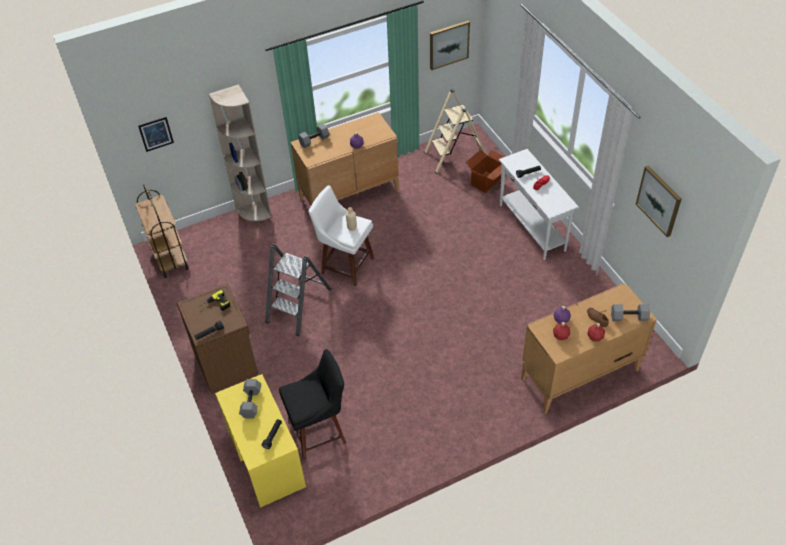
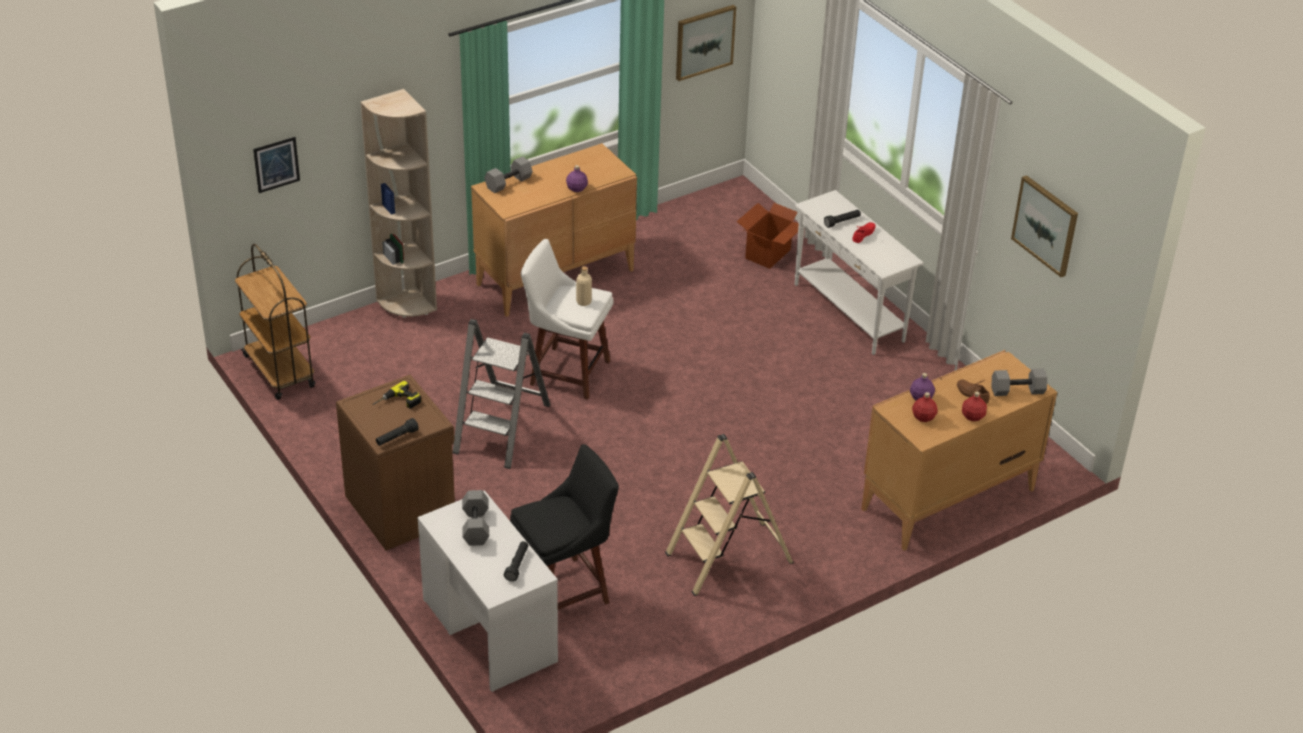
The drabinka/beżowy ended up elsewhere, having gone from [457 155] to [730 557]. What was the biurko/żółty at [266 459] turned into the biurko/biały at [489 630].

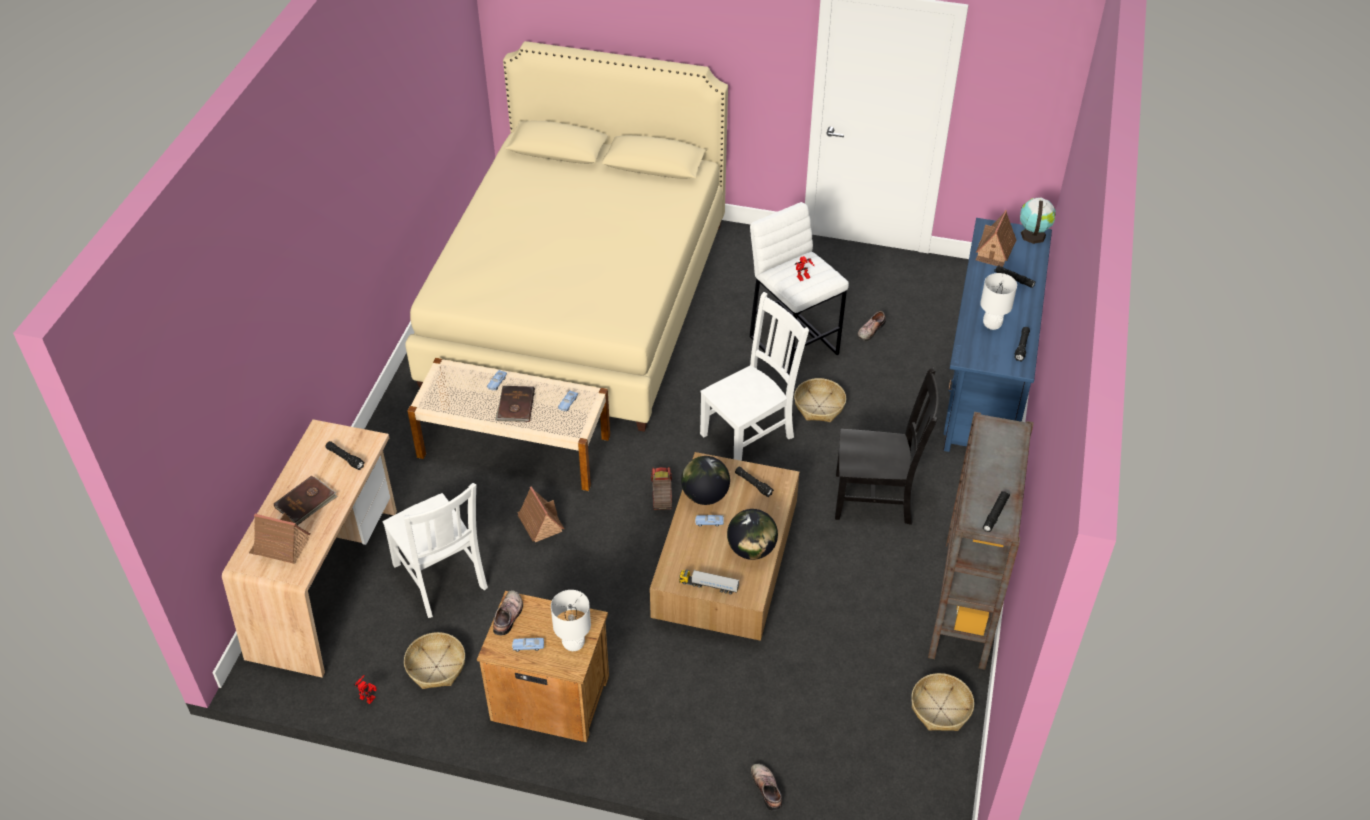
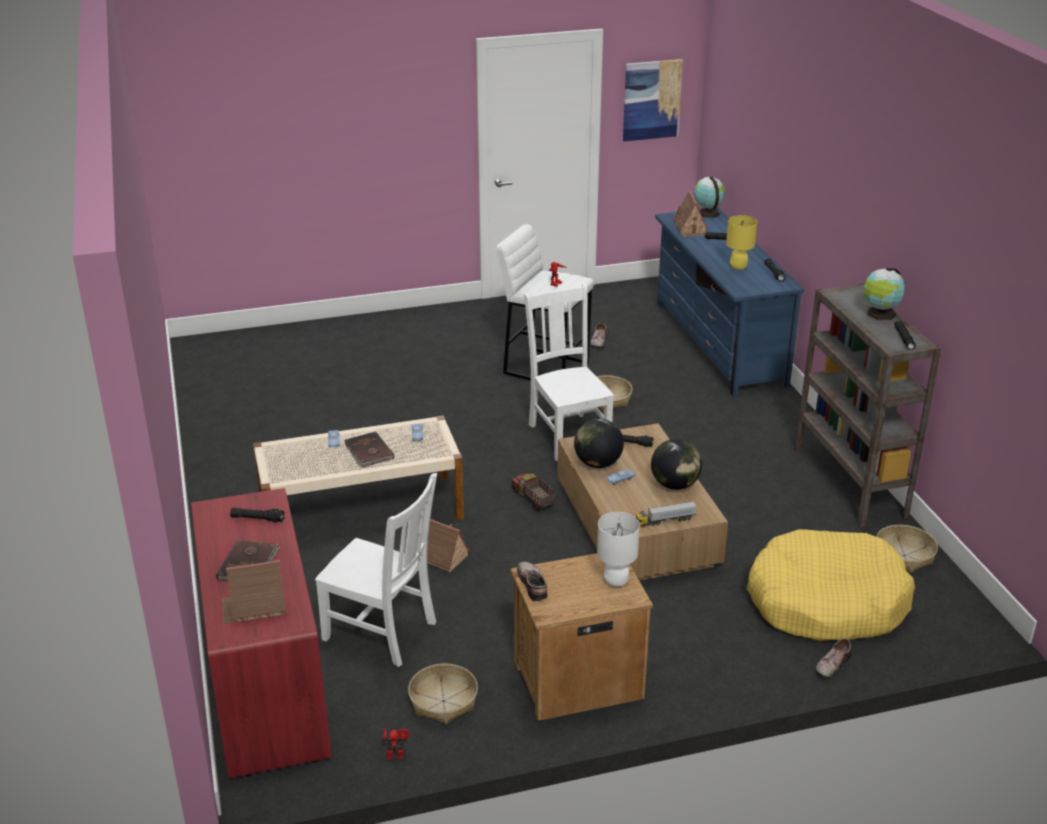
The second view lost the łóżko/beżowy at [578 302]. What was the lampa stołowa/biały at [992 326] turned into the lampa stołowa/żółty at [738 268]. The krzesło/biały at [750 434] ended up facing another way, 45 degrees counterclockwise from before. The second view lost the krzesło/czarny at [876 498]. What was the biurko/beżowy at [328 583] turned into the biurko/czerwony at [266 680]. The second view lost the samochodzik/niebieski at [528 646]. The but at [768 788] ended up facing another way, 90 degrees counterclockwise from before. The second view gained the obraz at [651 100]. The second view gained the globus at [880 314]. The second view gained the legowisko/żółty at [826 602].

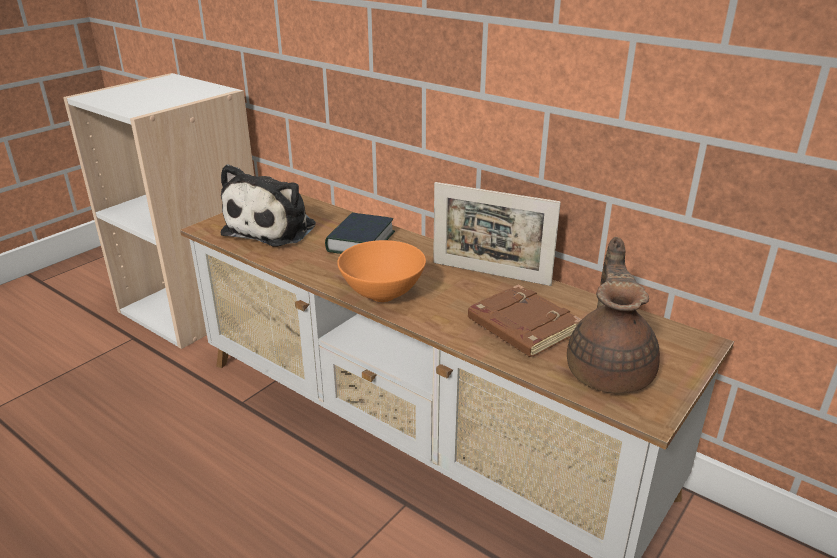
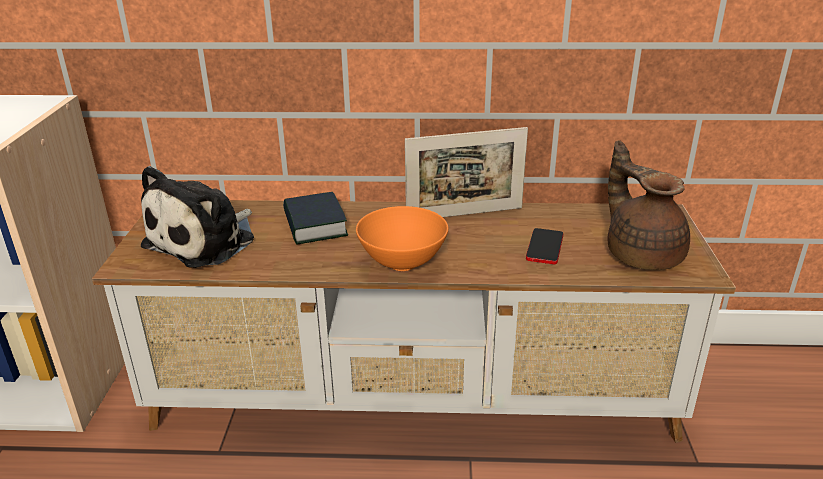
The pluszak at [274 228] ended up facing another way, 45 degrees clockwise from before. Where the książka/brązowy stood at [521 327], the telefon came to stand at [544 247].

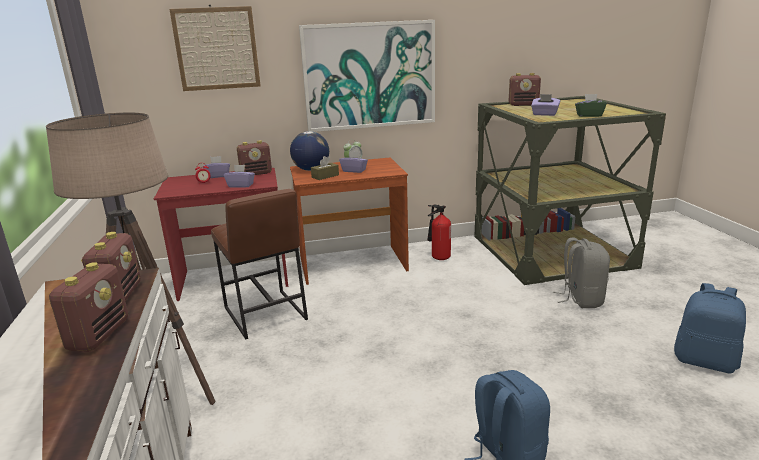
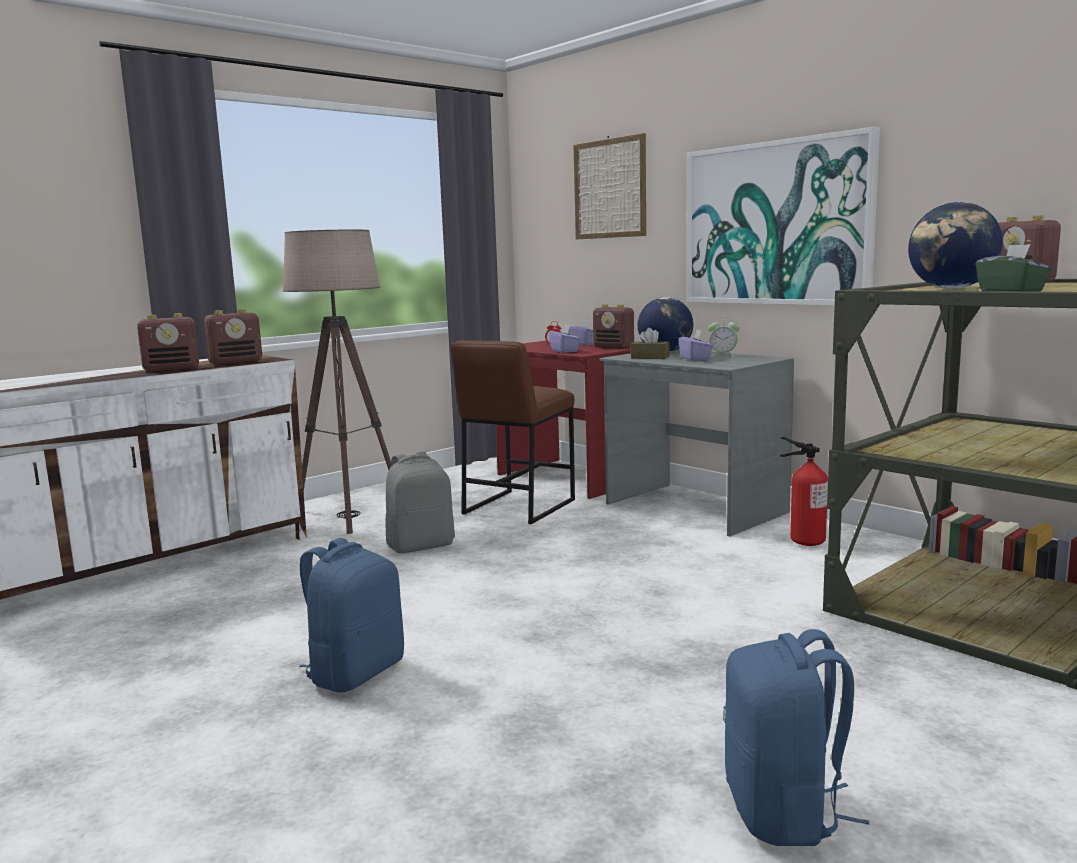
Where the pudełko chusteczek/fioletowy stood at [544 114], the globus came to stand at [951 289]. What was the biurko/brązowy at [352 264] turned into the biurko/szary at [693 508]. The plecak/szary ended up elsewhere, having gone from [581 299] to [421 546].

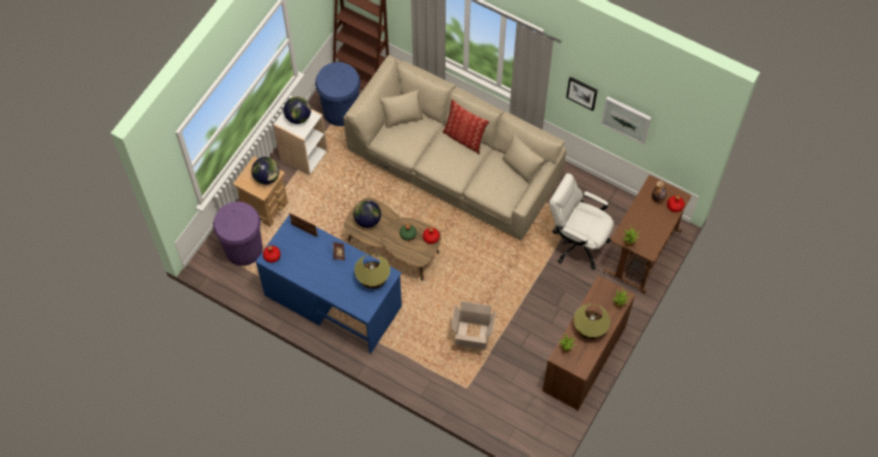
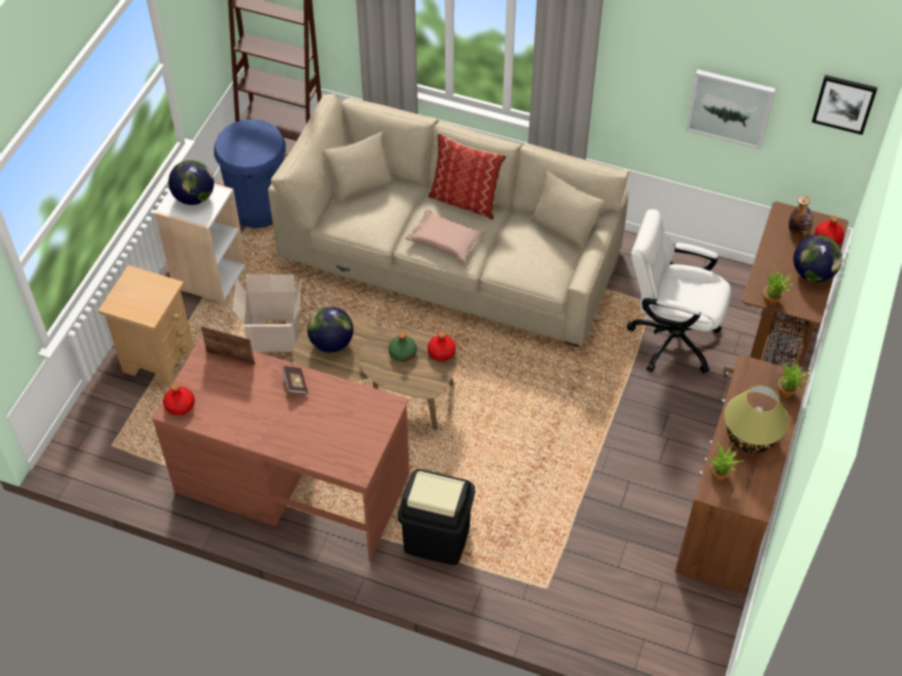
The obraz ended up elsewhere, having gone from [582 93] to [844 103]. The globus ended up elsewhere, having gone from [267 177] to [813 273]. The second view lost the kosz na śmieci/fioletowy at [243 249]. What was the biurko/niebieski at [333 300] turned into the biurko/brązowy at [292 482]. The second view lost the lampa stołowa at [372 278]. The karton ended up elsewhere, having gone from [471 336] to [273 337]. The second view gained the poduszka/beżowy at [445 239]. The second view gained the kosz na śmieci/czarny at [436 539].

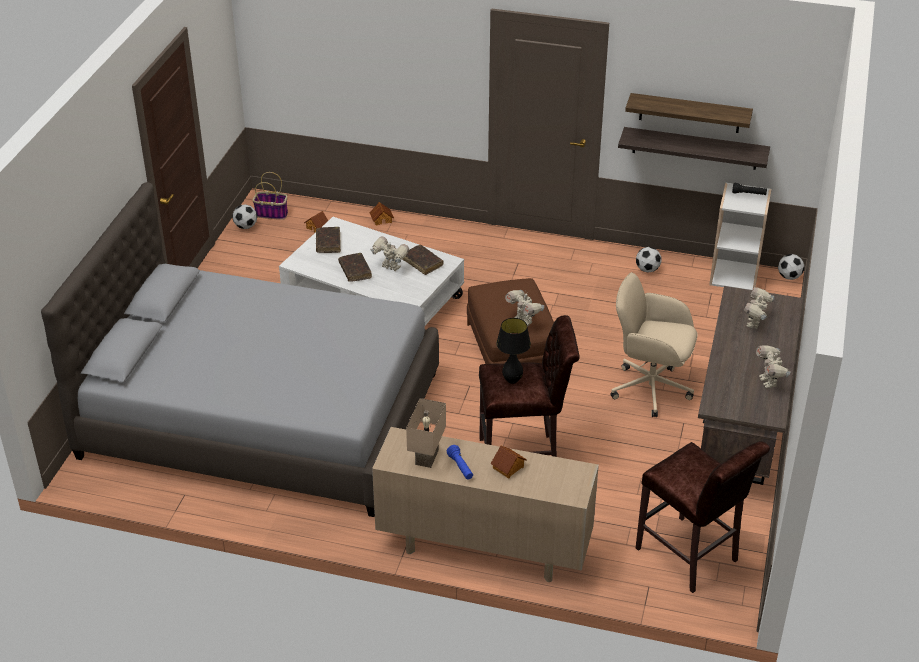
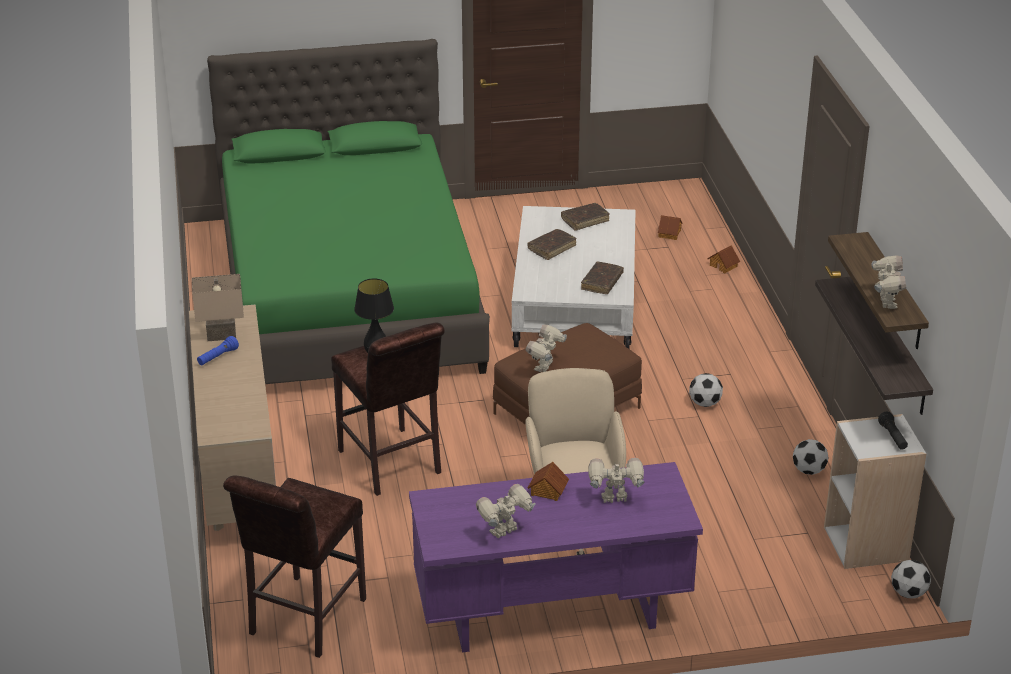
The second view lost the koszyk at [272 213]. What was the łóżko/szary at [261 414] turned into the łóżko/zielony at [349 293]. The piłka futbolowa ended up elsewhere, having gone from [245 226] to [704 403]. The robot zabawkowy ended up elsewhere, having gone from [390 268] to [886 302]. What was the biurko/brązowy at [741 430] turned into the biurko/fioletowy at [550 614]. The domek ended up elsewhere, having gone from [508 467] to [547 491].

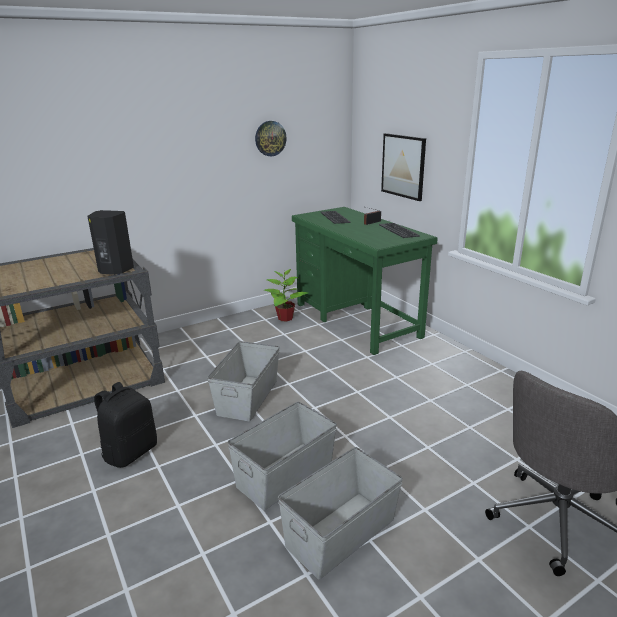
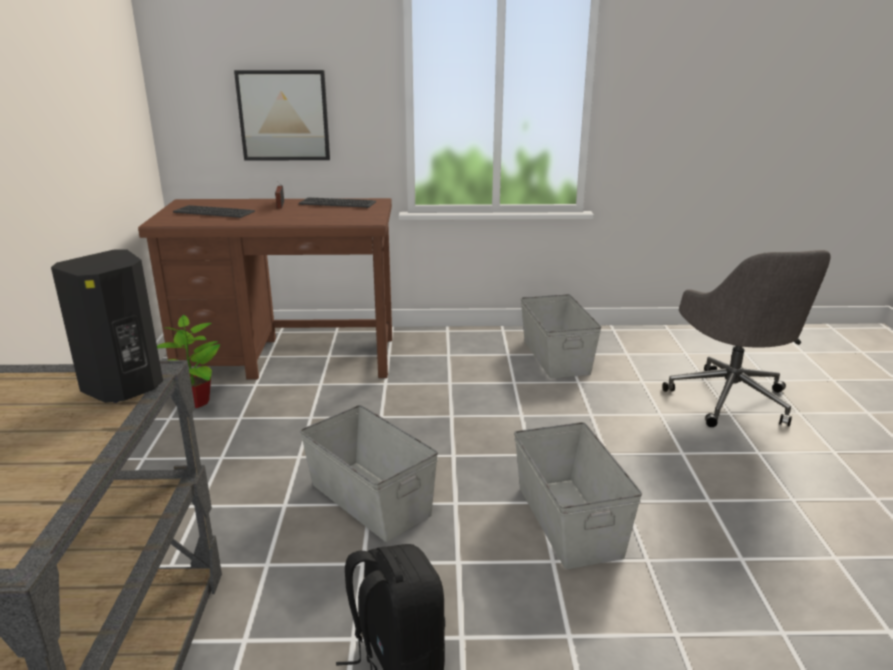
The second view lost the zegar ścienny at [270 138]. What was the biurko/zielony at [357 320] turned into the biurko/brązowy at [289 357]. The pojemnik do przechowywania/szary ended up elsewhere, having gone from [342 532] to [556 356].

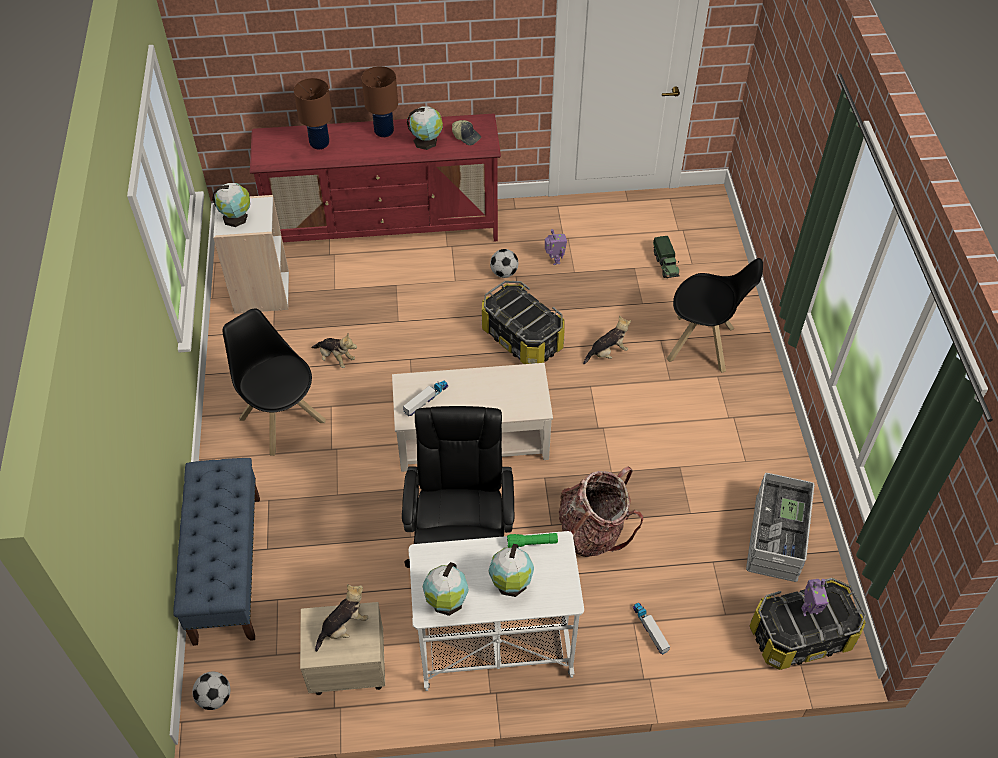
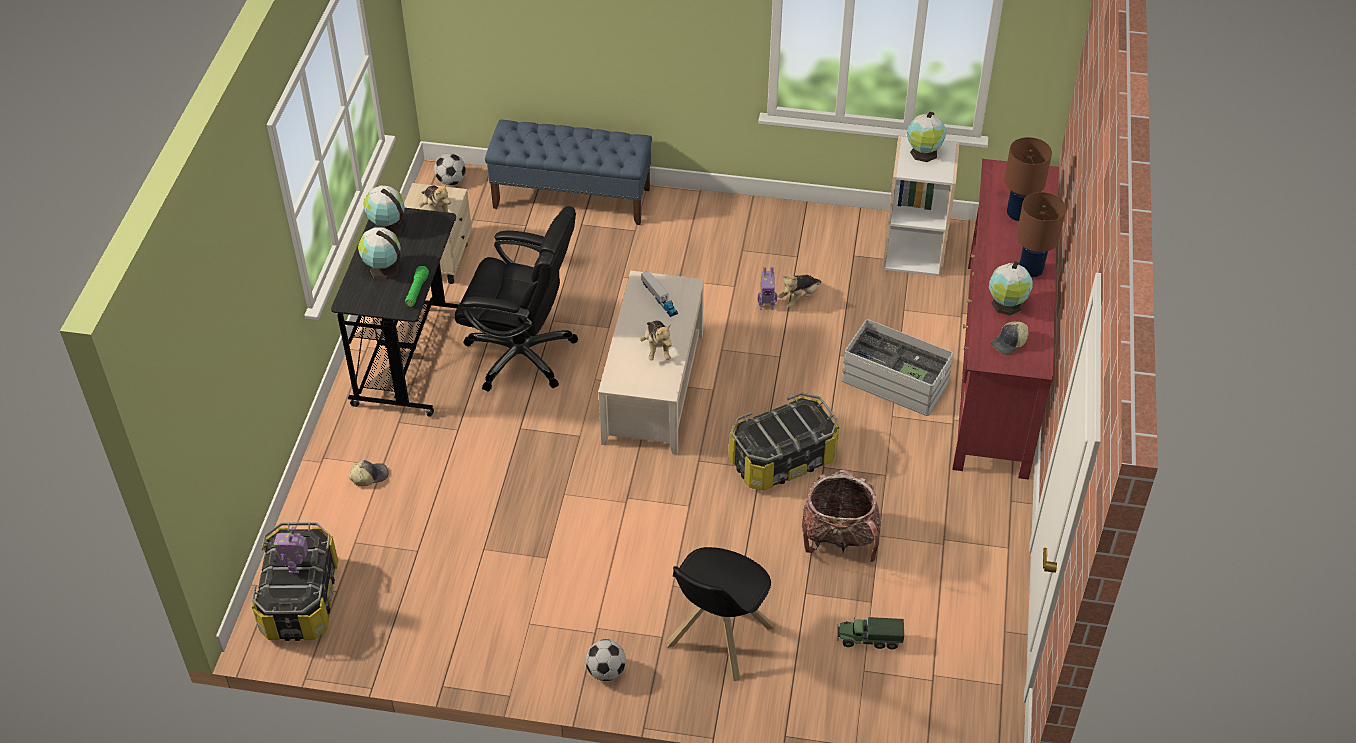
The robot zabawkowy ended up elsewhere, having gone from [554 260] to [766 306]. The piłka futbolowa ended up elsewhere, having gone from [504 273] to [606 671]. The second view lost the krzesło/czarny at [281 418]. The pluszak ended up elsewhere, having gone from [607 353] to [657 348]. The plecak ended up elsewhere, having gone from [593 531] to [839 539]. The pojemnik do przechowywania/szary ended up elsewhere, having gone from [777 537] to [894 382]. What was the biurko/biały at [495 645] turned into the biurko/czarny at [410 359]. Where the ciężarówka zabawkowa stood at [650 629], the czapka z daszkiem came to stand at [369 476].

